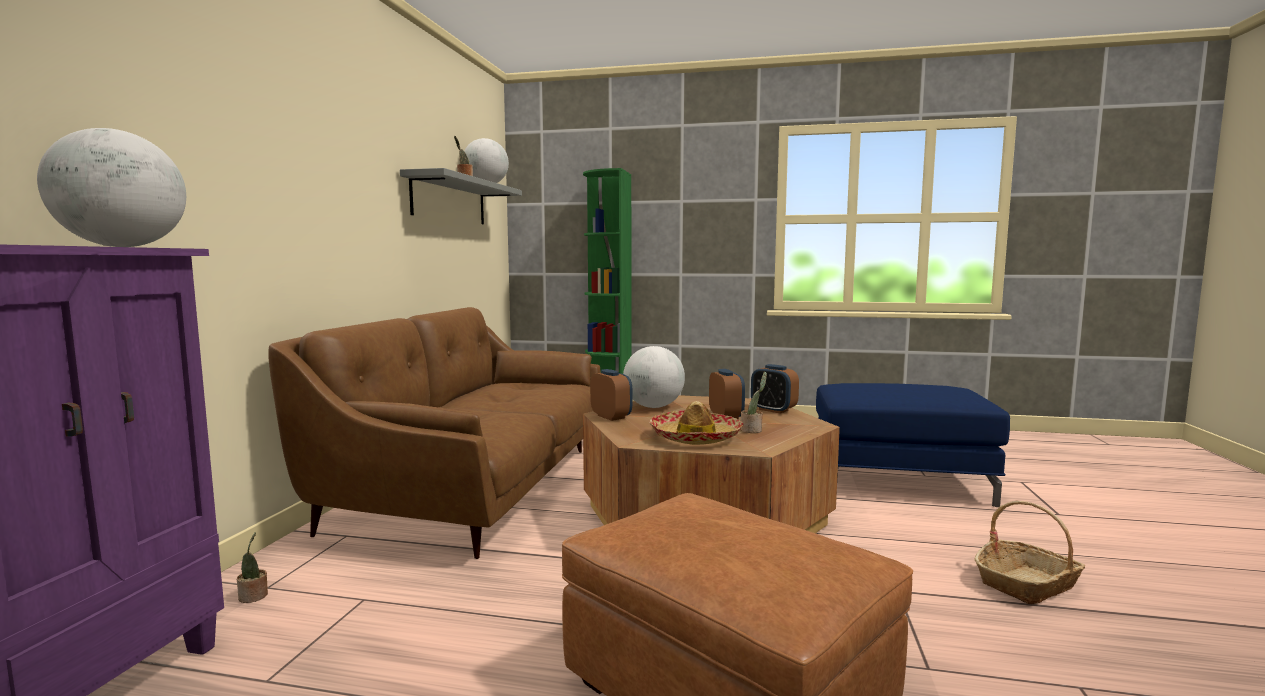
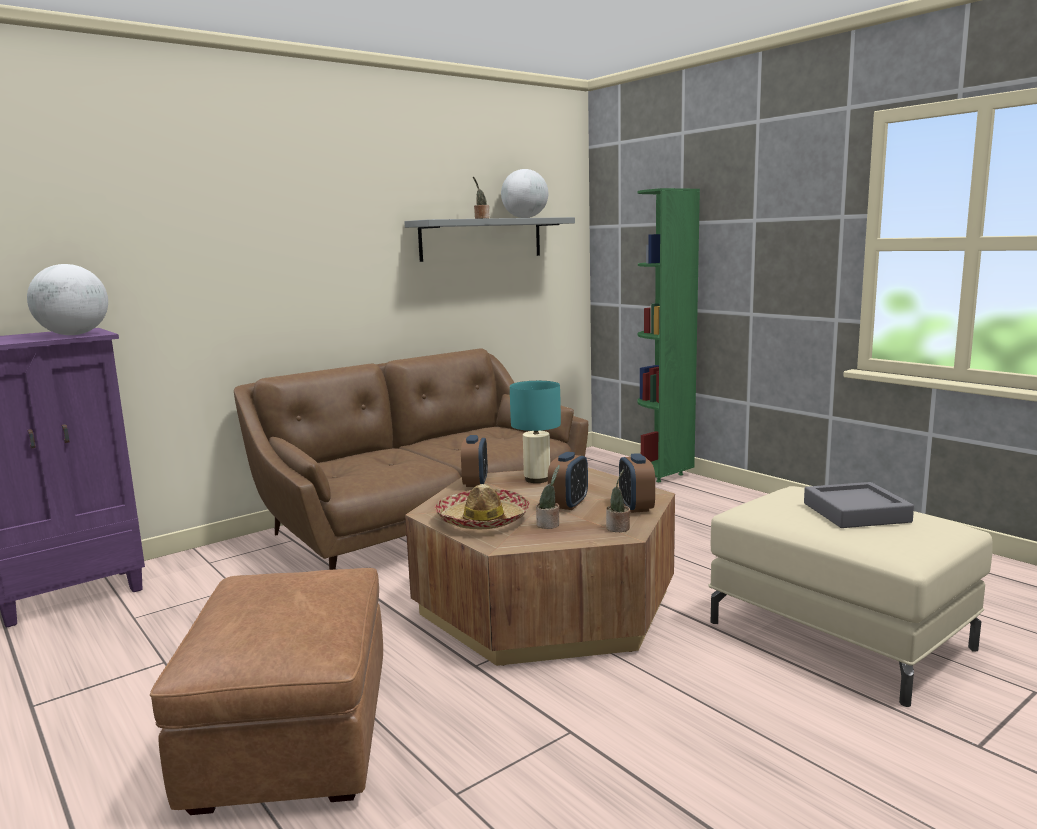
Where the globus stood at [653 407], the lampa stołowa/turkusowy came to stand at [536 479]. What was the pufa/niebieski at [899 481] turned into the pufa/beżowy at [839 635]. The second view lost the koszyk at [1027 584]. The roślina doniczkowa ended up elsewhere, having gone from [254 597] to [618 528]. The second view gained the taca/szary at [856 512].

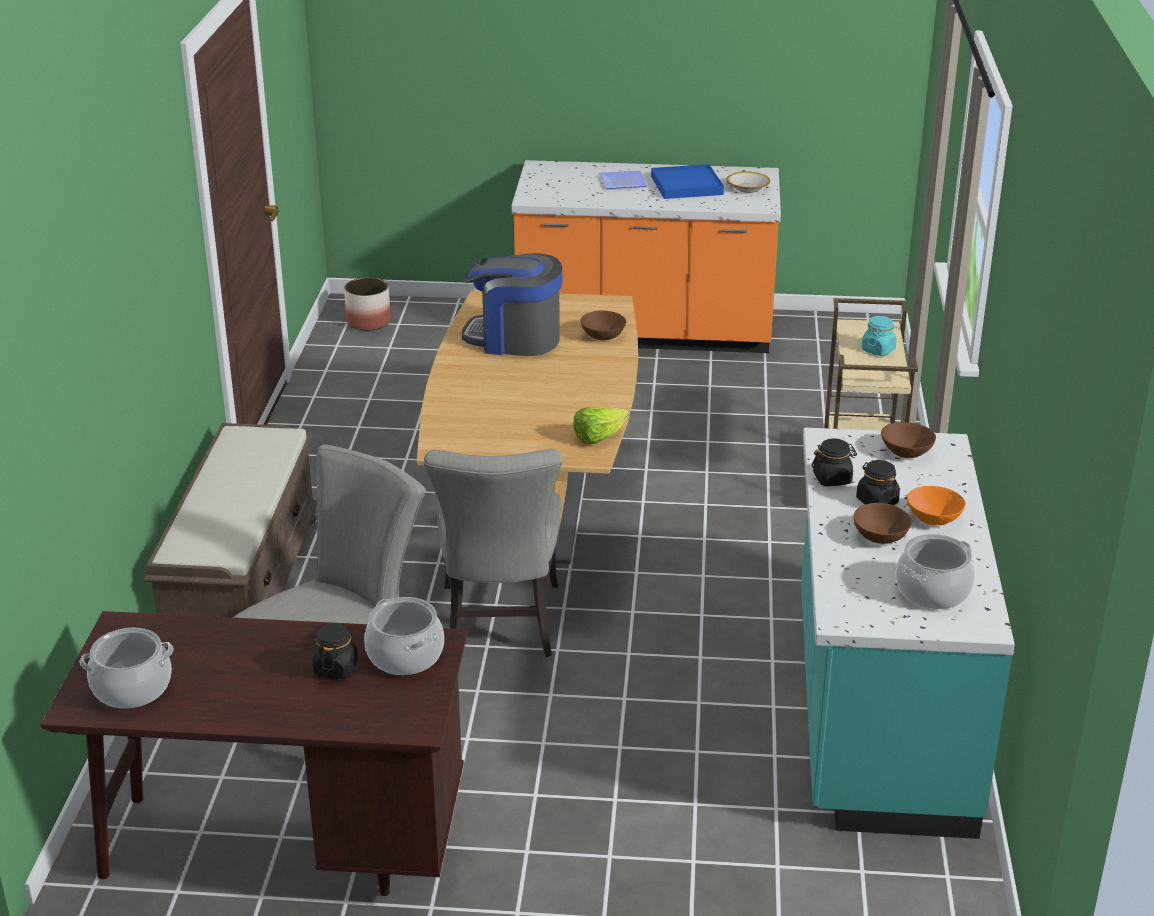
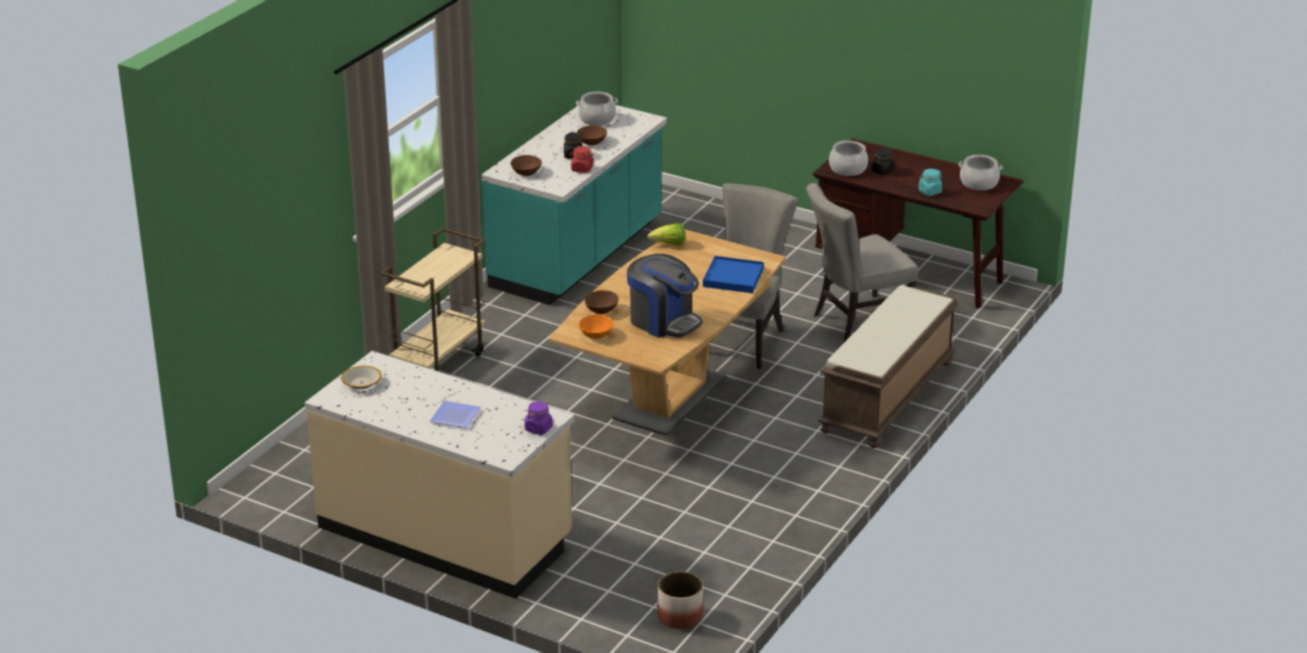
What was the zabudowa kuchenna/pomarańczowy at [645 332] turned into the zabudowa kuchenna/beżowy at [446 534]. The taca/niebieski ended up elsewhere, having gone from [686 185] to [733 278]. The słoik/turkusowy ended up elsewhere, having gone from [878 350] to [929 192]. What was the słoik/czarny at [832 479] turned into the słoik/czerwony at [581 169]. The miska/pomarańczowy ended up elsewhere, having gone from [933 519] to [596 334]. The second view gained the słoik/fioletowy at [538 428].

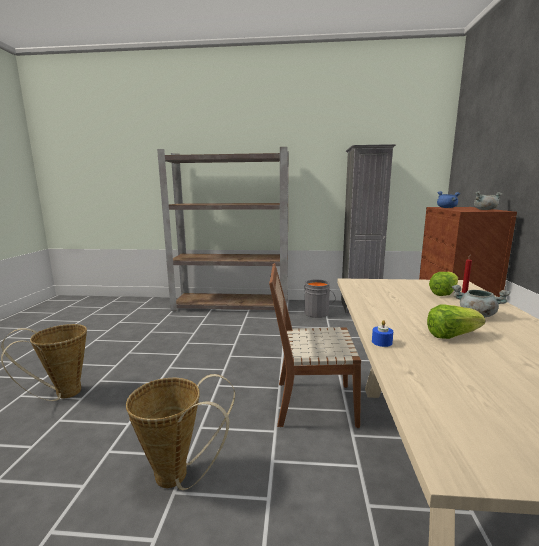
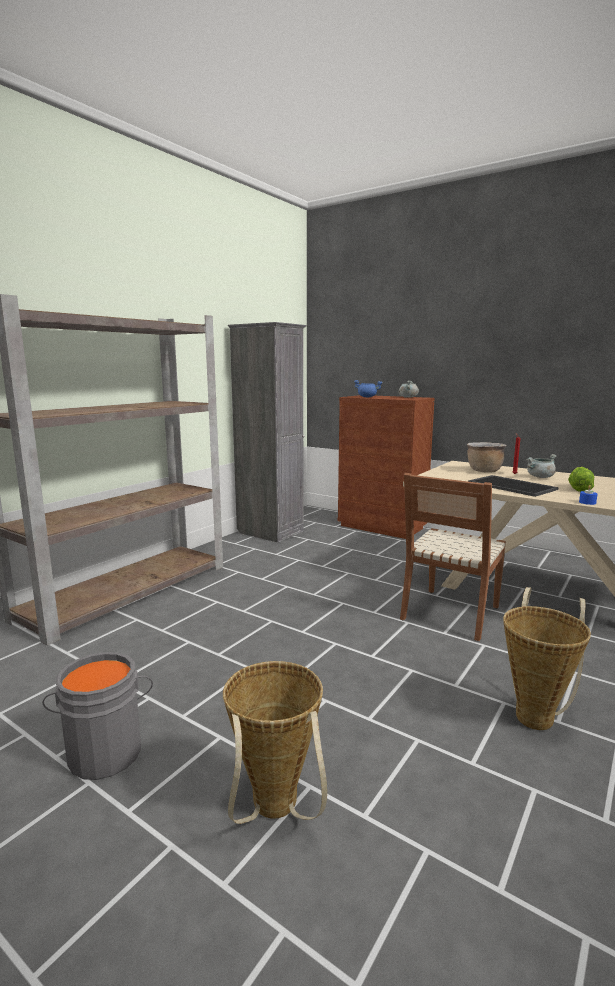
Where the sałata stood at [443 293], the garnek/brązowy came to stand at [484 471]. The wiadro/szary ended up elsewhere, having gone from [317 313] to [105 751]. The second view gained the taca at [513 486].

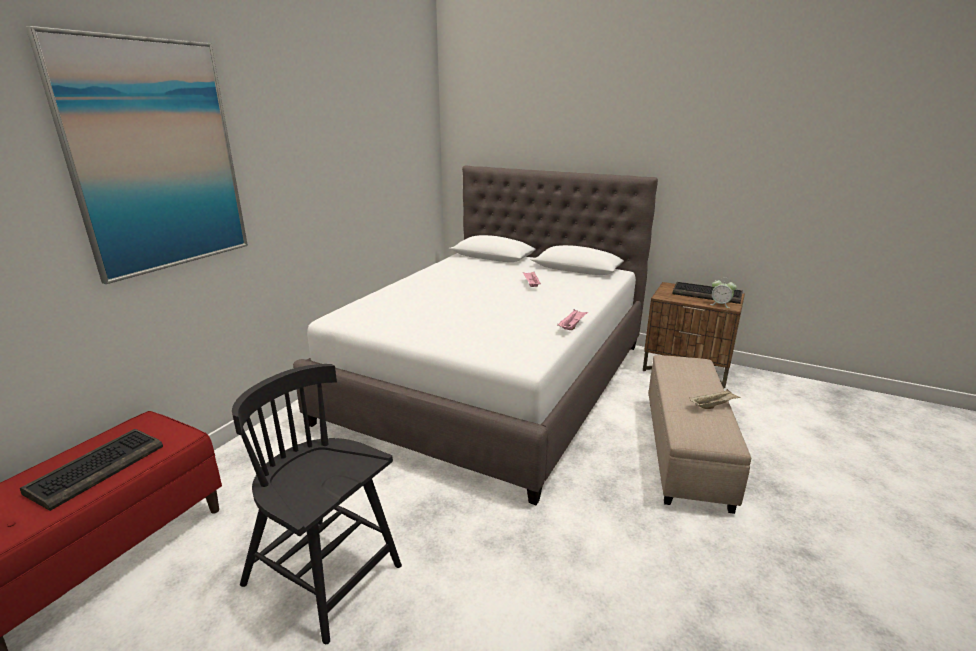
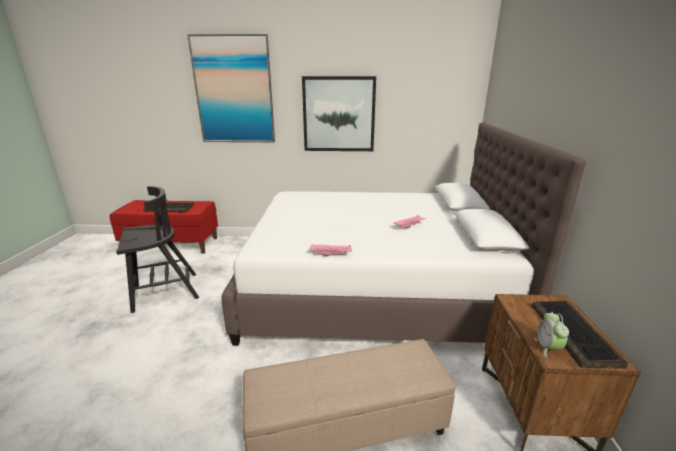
The krzesło/czarny at [325 576] ended up facing another way, 60 degrees clockwise from before. The second view lost the taca/beżowy at [713 405]. The second view gained the obraz at [339 114].

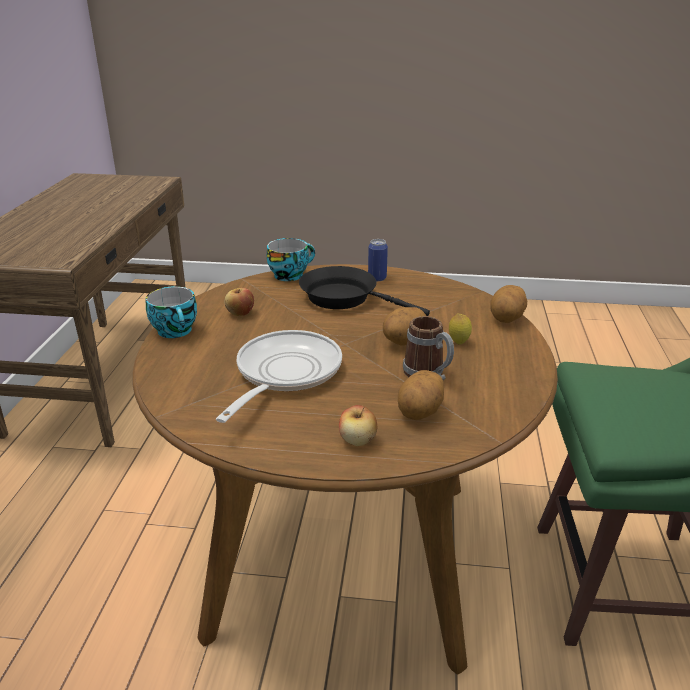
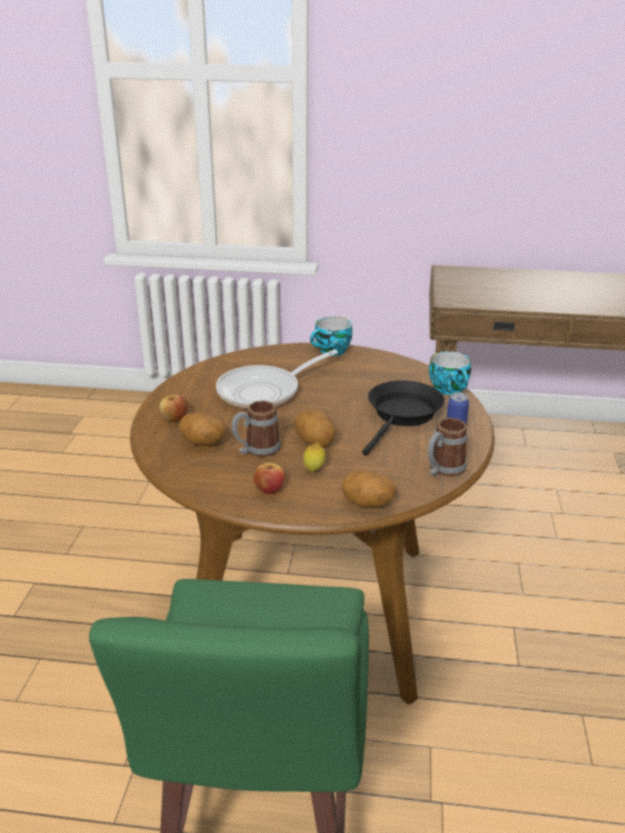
The jabłko ended up elsewhere, having gone from [240 313] to [269 489]. The patelnia at [284 374] ended up facing another way, 120 degrees clockwise from before. The second view gained the kubek at [442 470].

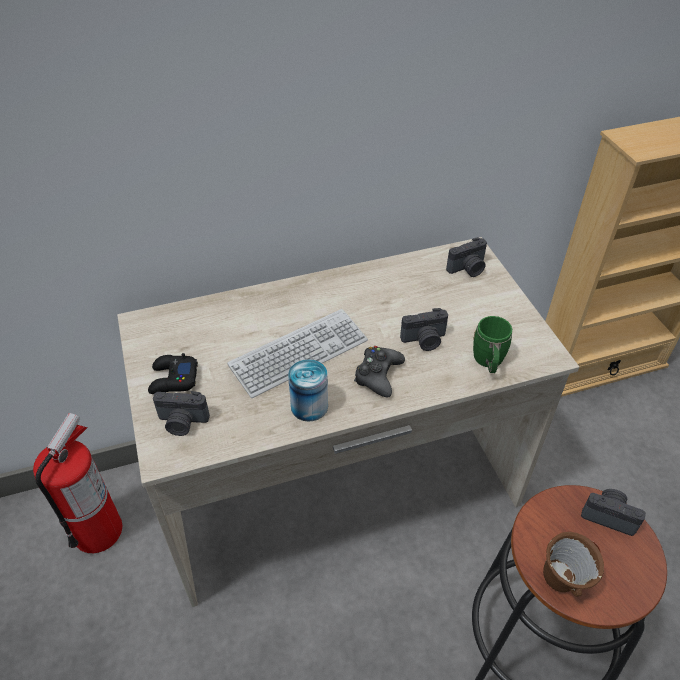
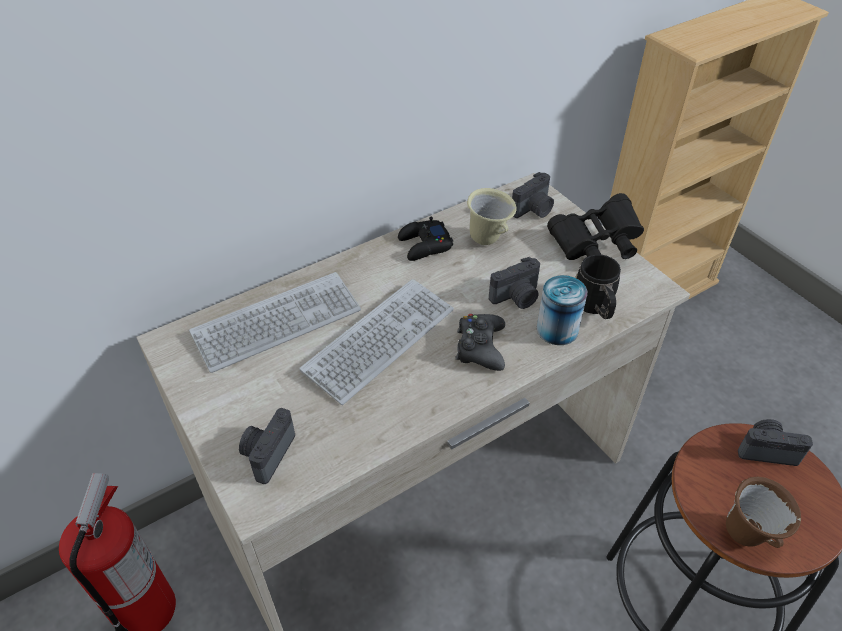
What was the kubek/zielony at [488 363] turned into the kubek/czarny at [595 308]. The pad do gier/czarny ended up elsewhere, having gone from [173 379] to [424 245]. The puszka ended up elsewhere, having gone from [309 406] to [557 329]. The aparat fotograficzny at [182 423] ended up facing another way, 120 degrees clockwise from before. The second view gained the kubek/beżowy at [488 240]. The second view gained the lornetka/czarny at [595 246]. The second view gained the klawiatura at [277 323].

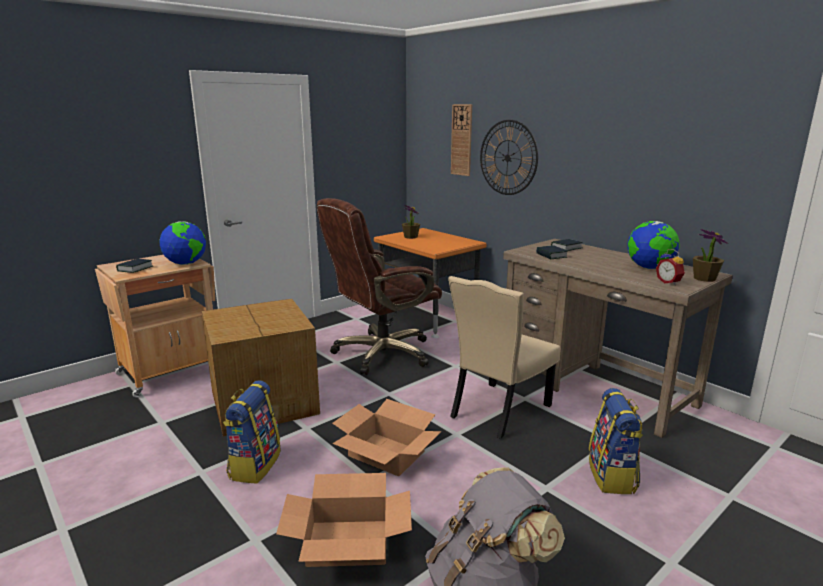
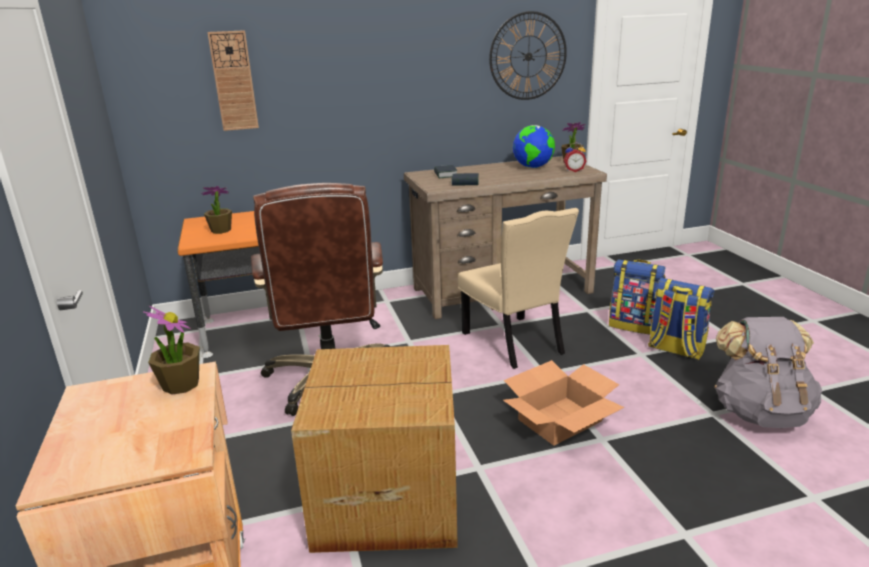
The zegar ścienny ended up elsewhere, having gone from [508 158] to [528 56]. Where the globus stood at [186 264], the roślina doniczkowa came to stand at [181 384]. The second view lost the książka at [135 269]. The plecak ended up elsewhere, having gone from [254 465] to [675 349]. The second view lost the karton at [348 542].

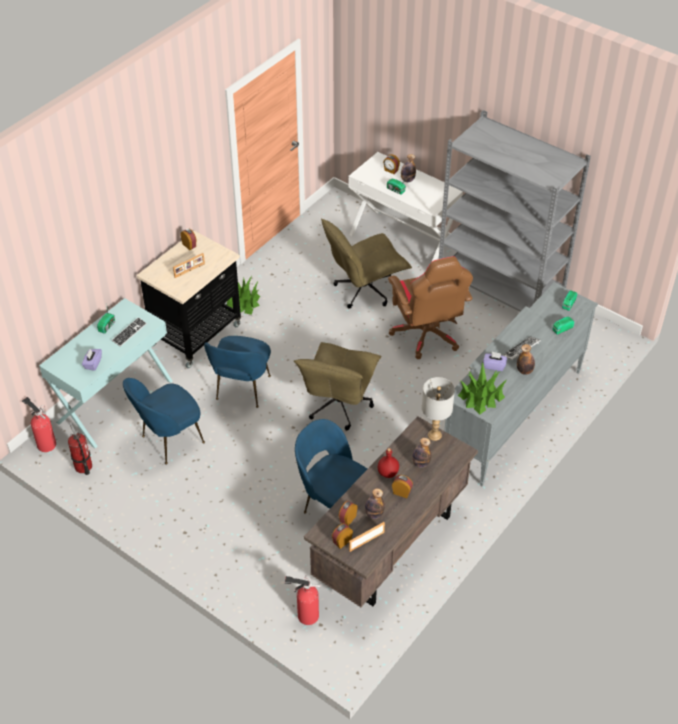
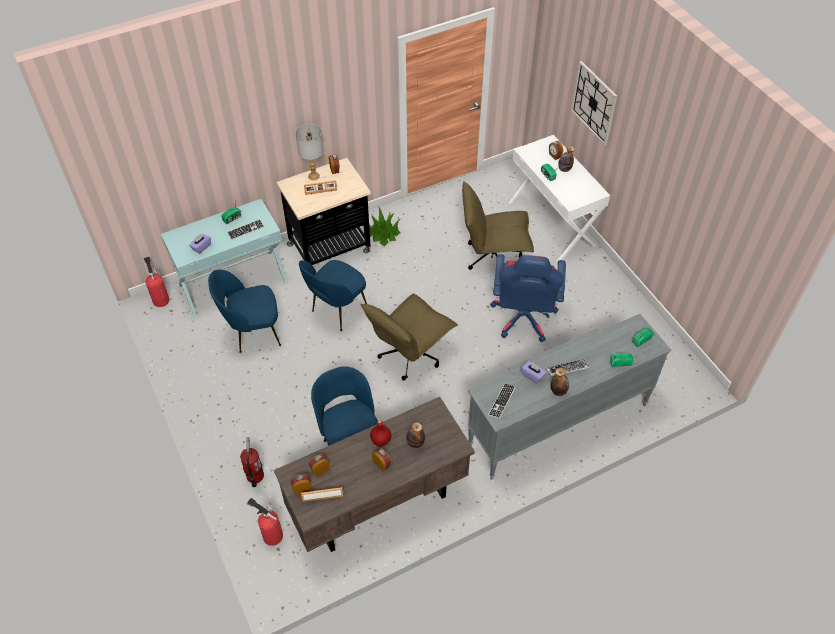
The second view lost the regał/szary at [499 292]. What was the krzesło biurowe/brązowy at [426 334] turned into the krzesło biurowe/niebieski at [523 317]. Where the roślina doniczkowa stood at [480 397], the klawiatura came to stand at [502 401]. The lampa stołowa/szary ended up elsewhere, having gone from [434 435] to [313 176]. The gaśnica ended up elsewhere, having gone from [83 466] to [255 476]. The second view lost the butelka at [374 514]. The second view gained the zegar ścienny at [594 103].

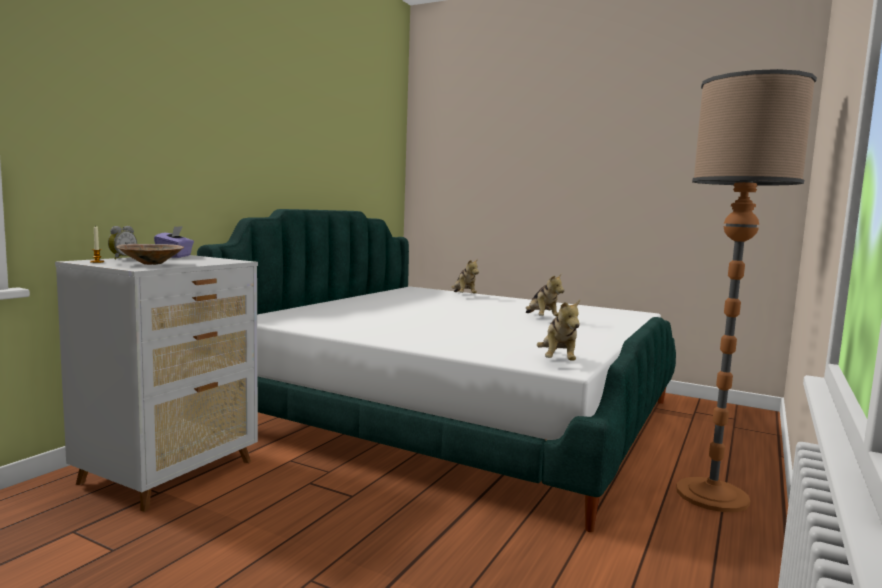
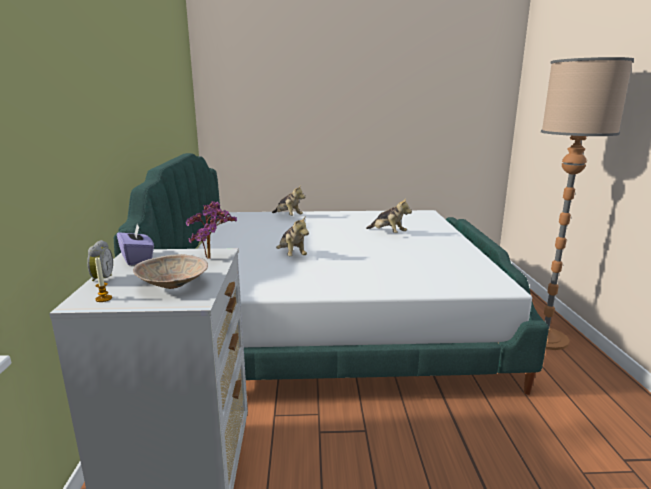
The pluszak ended up elsewhere, having gone from [558 361] to [291 255]. The second view gained the roślina doniczkowa at [212 259].

